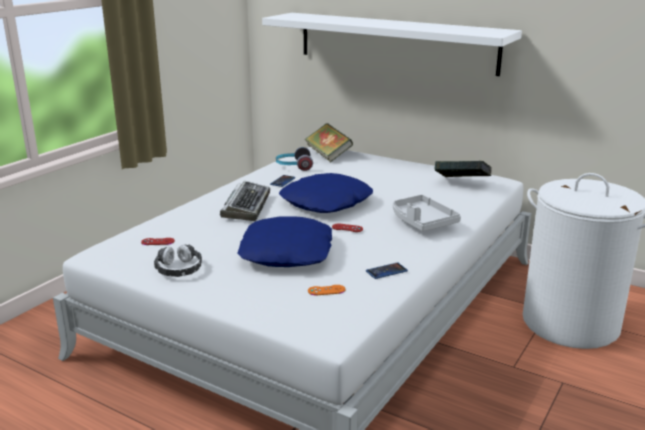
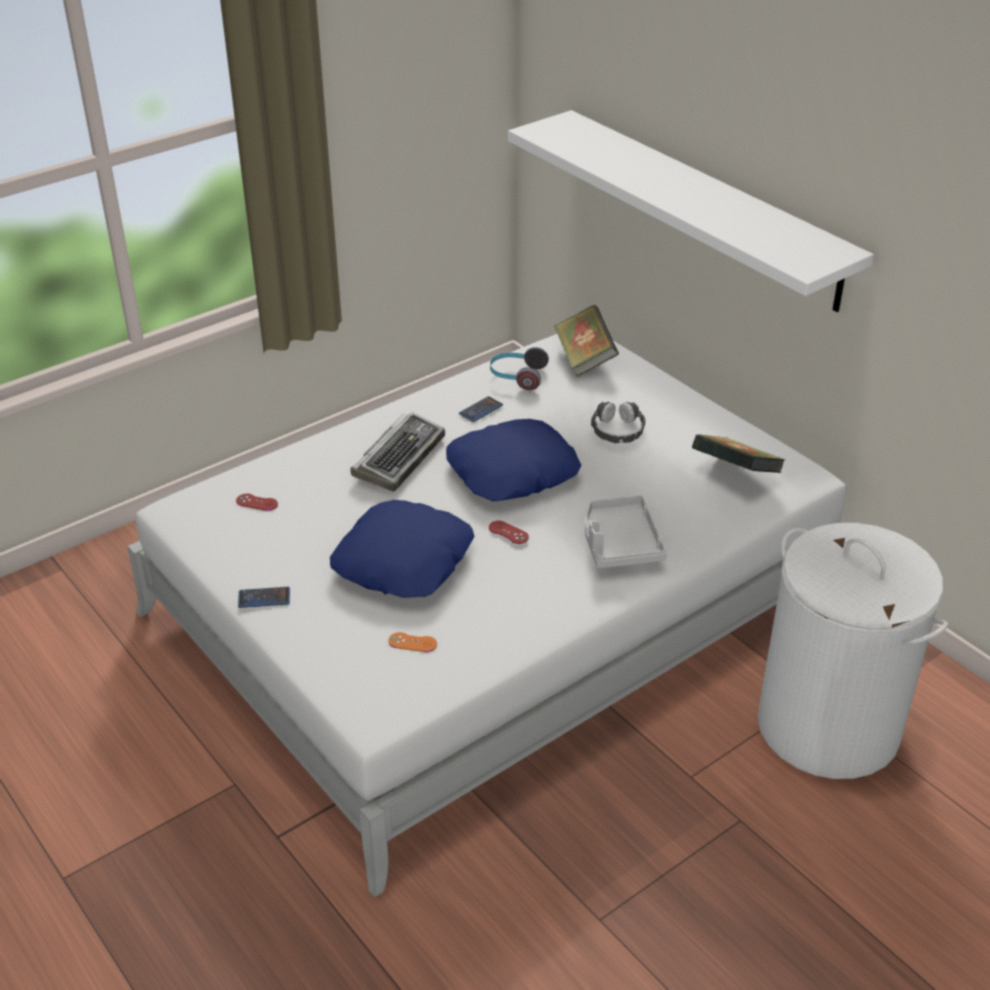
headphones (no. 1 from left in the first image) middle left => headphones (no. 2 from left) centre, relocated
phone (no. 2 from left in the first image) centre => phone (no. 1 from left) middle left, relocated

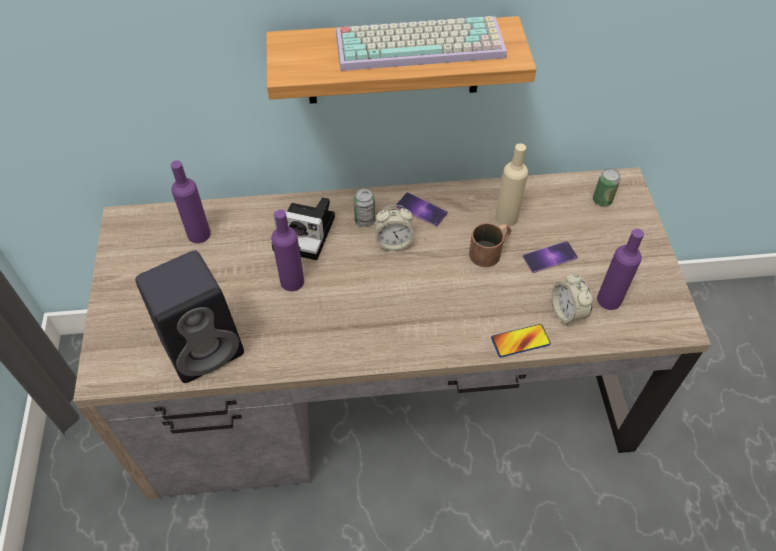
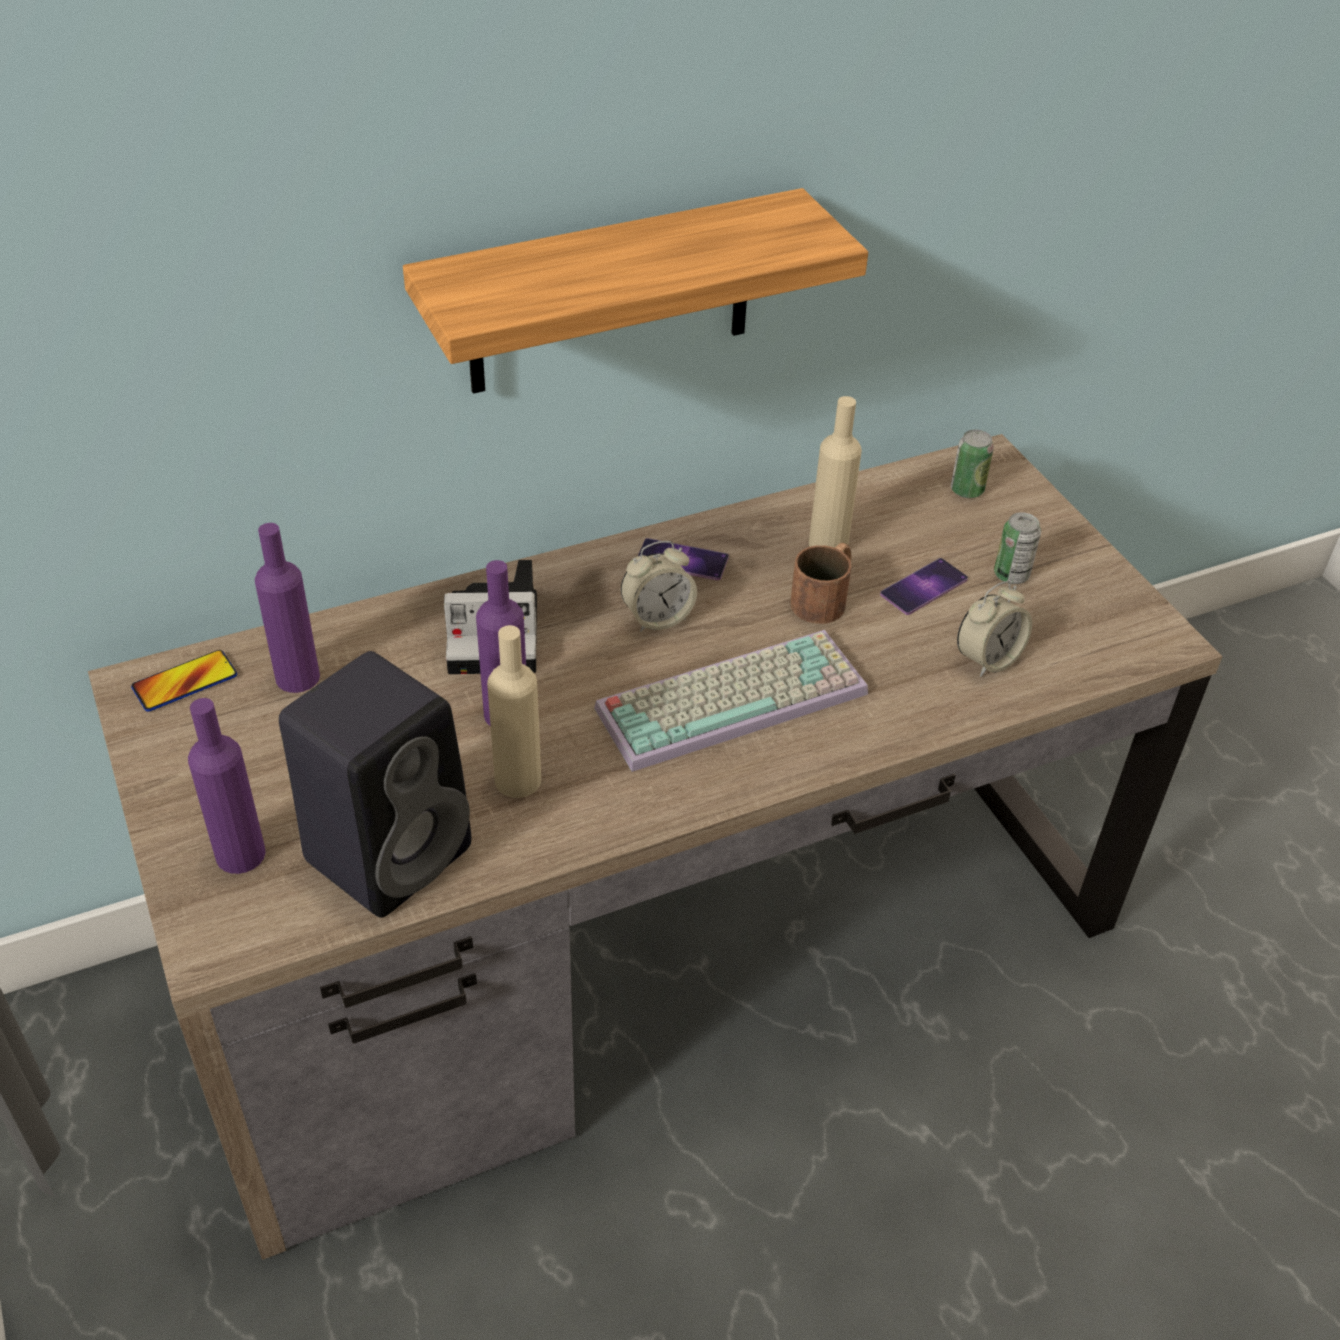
keyboard top centre => keyboard centre, relocated
can (no. 1 from left in the first image) centre => can (no. 2 from left) middle right, relocated
phone (no. 2 from left in the first image) middle right => phone (no. 1 from left) middle left, relocated
alarm clock (no. 2 from left) middle right, 90 degrees counterclockwise
purple bottle (no. 3 from left in the first image) middle right => purple bottle (no. 1 from left) middle left, relocated
nothing => beige bottle (no. 1 from left) centre

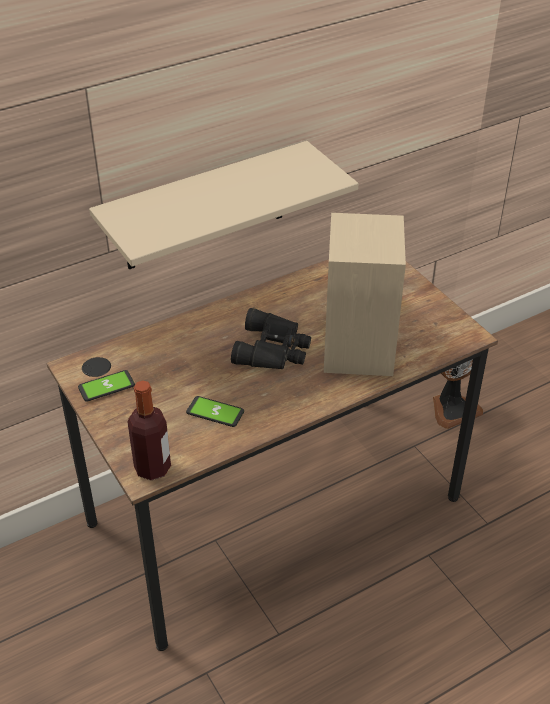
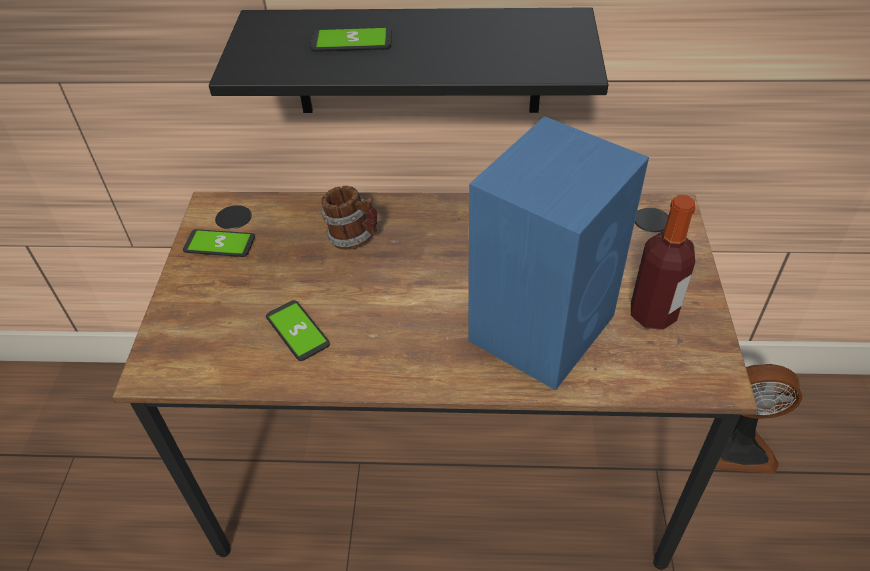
beige shelf top centre => black shelf top centre
bottle middle left => bottle middle right, relocated
black binoculars centre => nothing
beige speaker centre => blue speaker centre
nothing => phone (no. 3 from left) top centre
nothing => mug centre

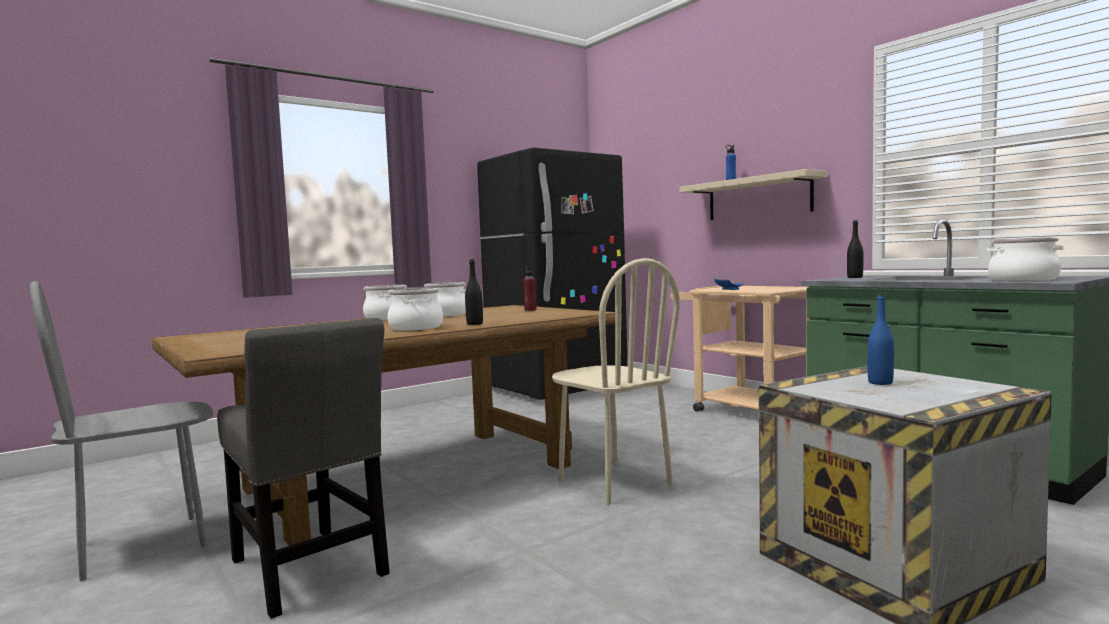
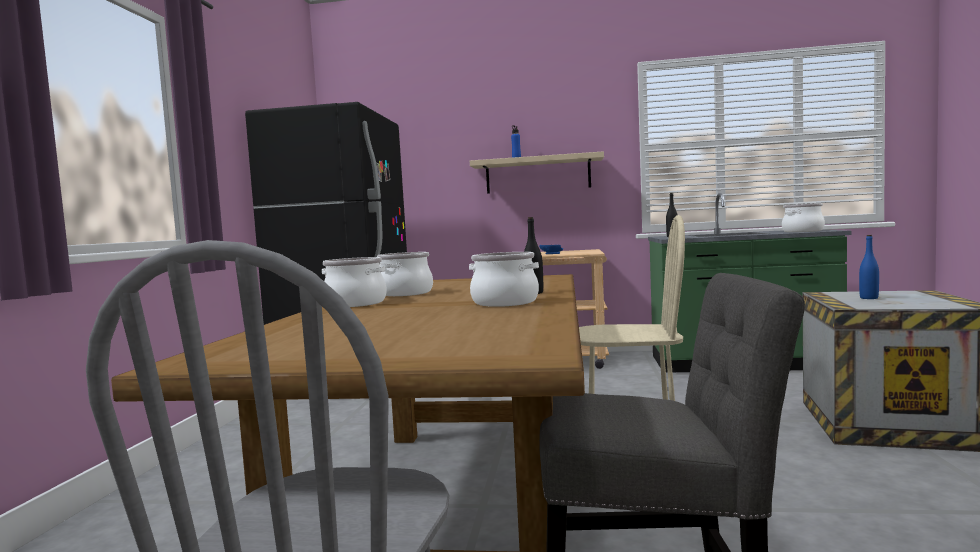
red bottle centre => nothing

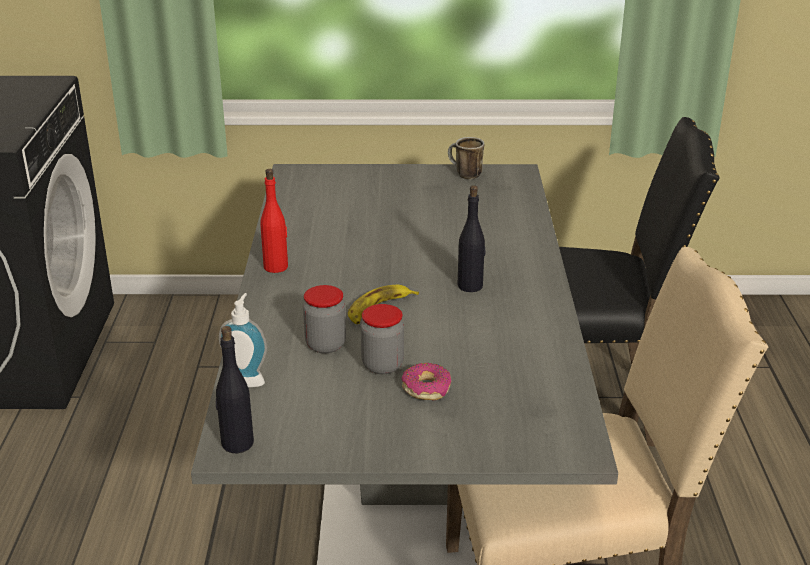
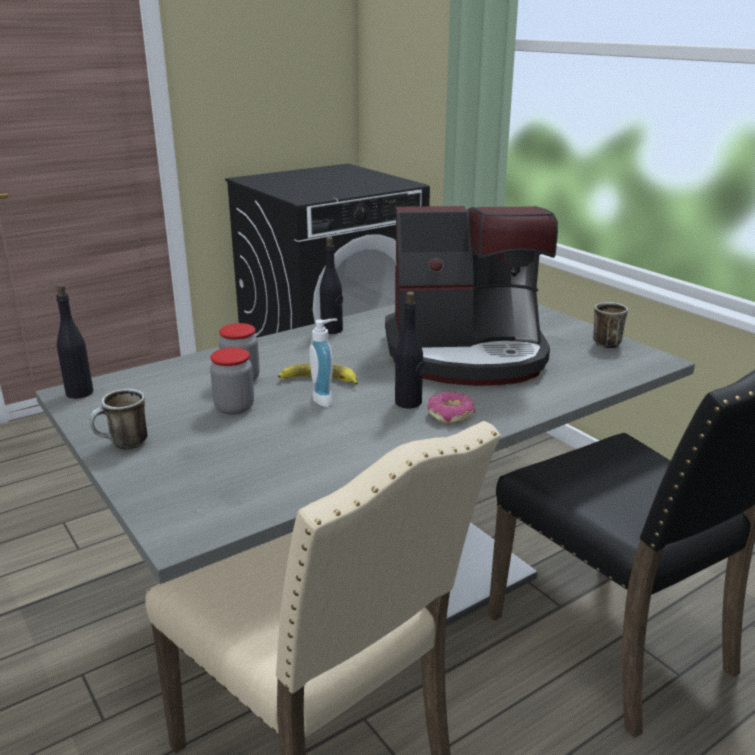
soap dispenser middle left => soap dispenser centre, relocated
red bottle centre => black bottle (no. 2 from left) centre
donut bottom centre => donut centre, relocated
nothing => mug (no. 1 from left) middle left
nothing => coffee machine centre

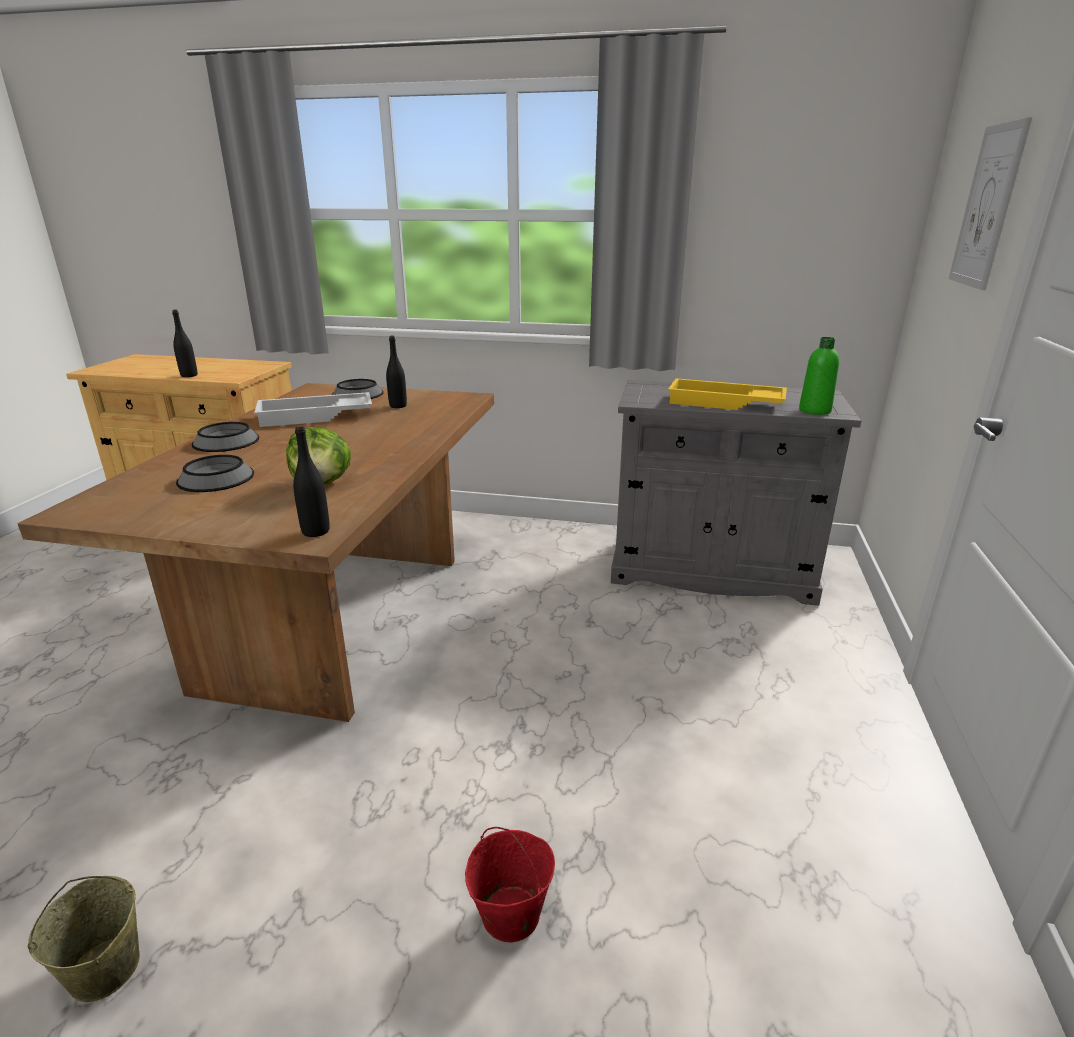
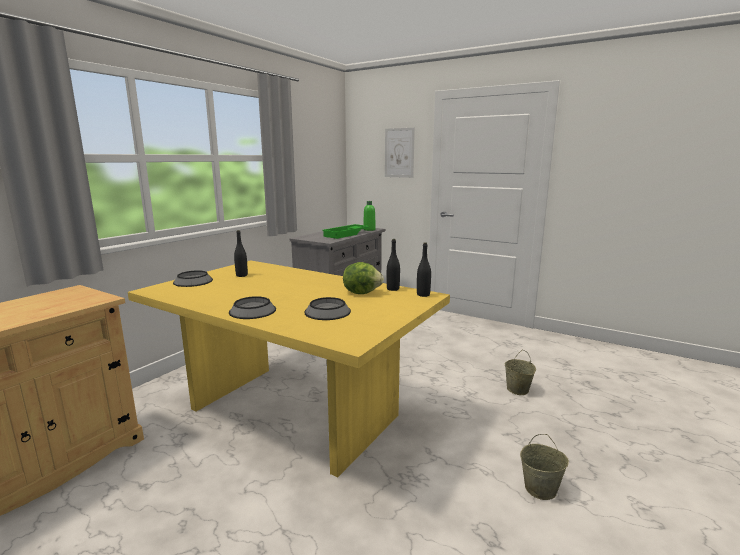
brown dining table middle left => yellow dining table centre
black bottle (no. 1 from left in the first image) top left => black bottle (no. 2 from left) centre, relocated
white tray middle left => nothing
red bucket bottom centre => beige bucket (no. 1 from left) bottom right
yellow tray middle right => green tray centre

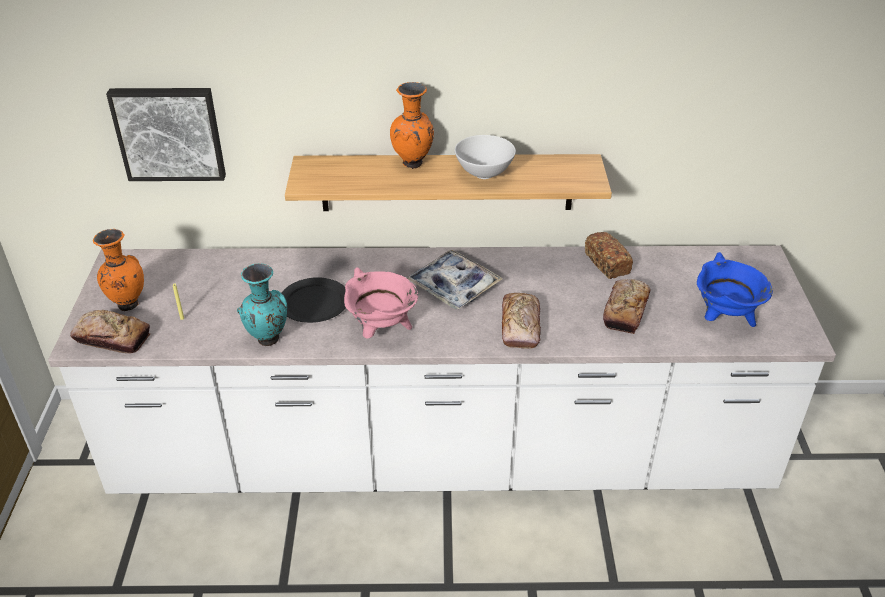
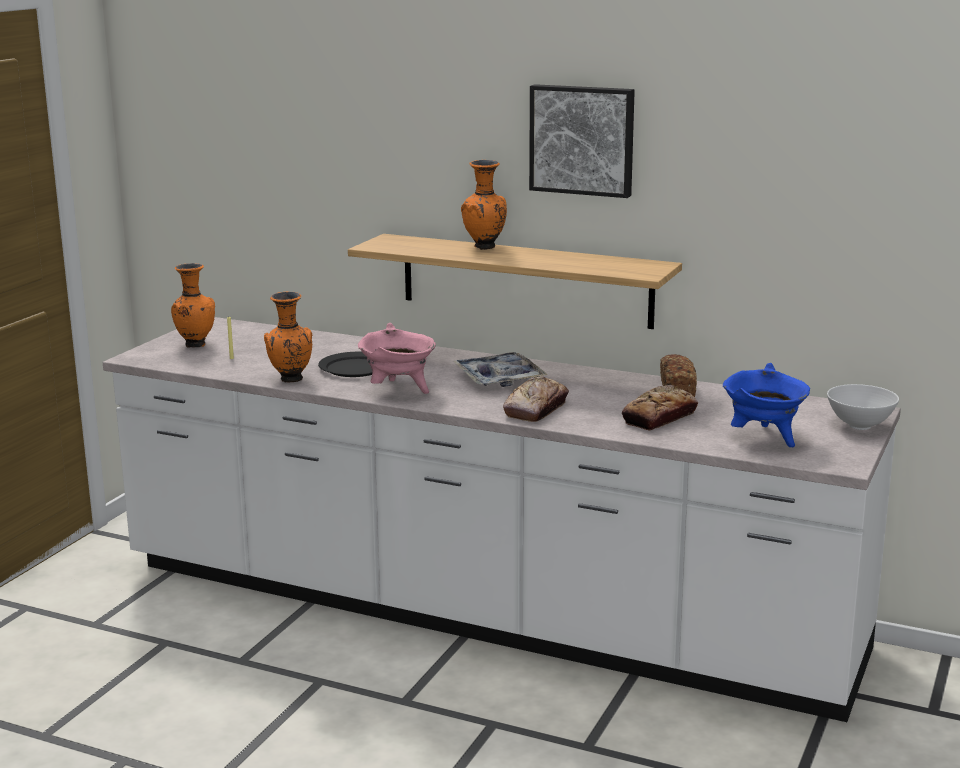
bread (no. 1 from left) middle left => nothing
picture top left => picture top centre, relocated
turquoise vase middle left => orange vase (no. 2 from left) middle left
white bowl top centre => white bowl middle right, relocated

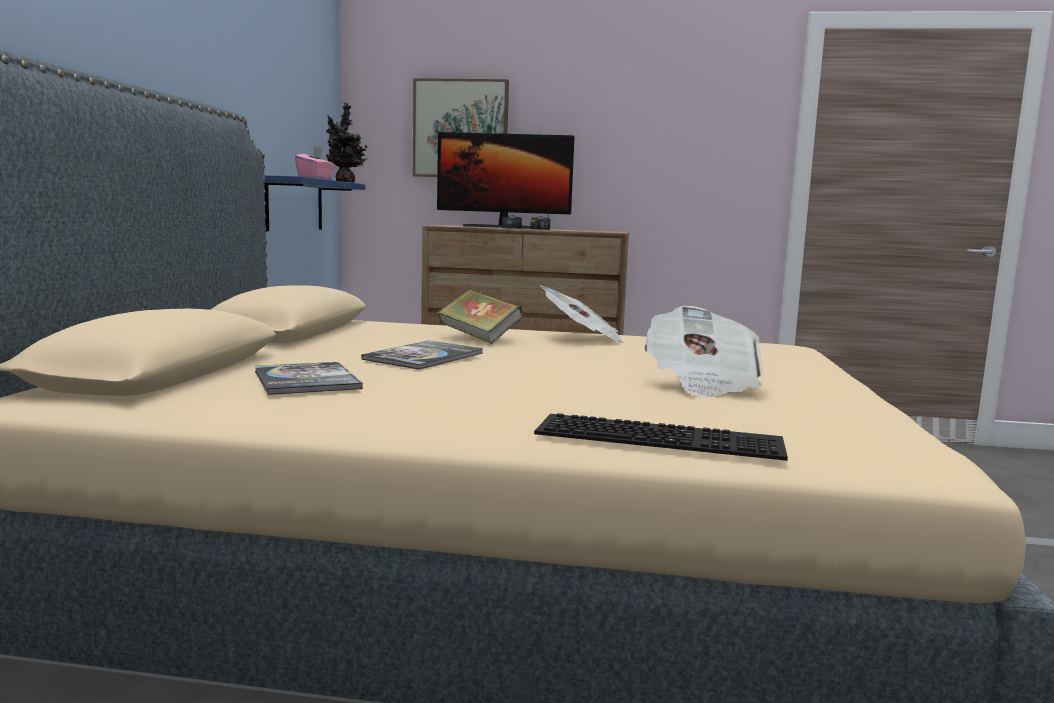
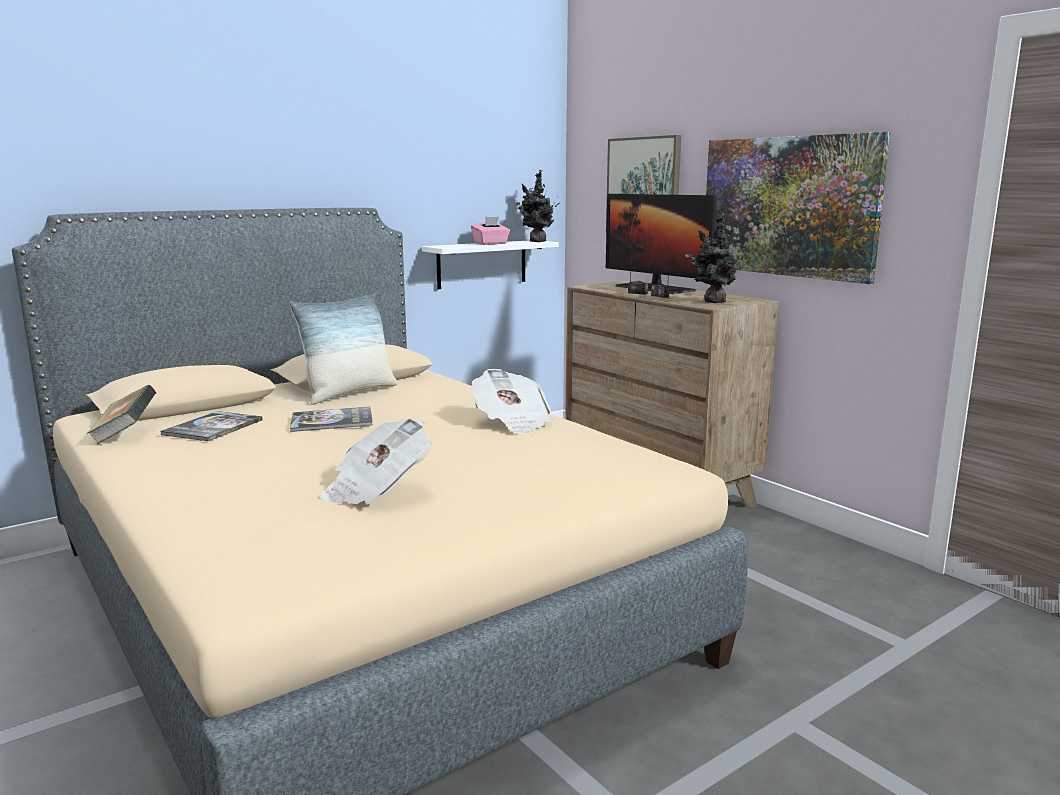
blue shelf top left => white shelf top centre
book (no. 3 from left in the first image) centre => book (no. 1 from left) middle left, relocated
keyboard centre => nothing
nothing => pillow middle left
nothing => potted plant (no. 2 from left) top right
nothing => picture (no. 2 from left) top right

